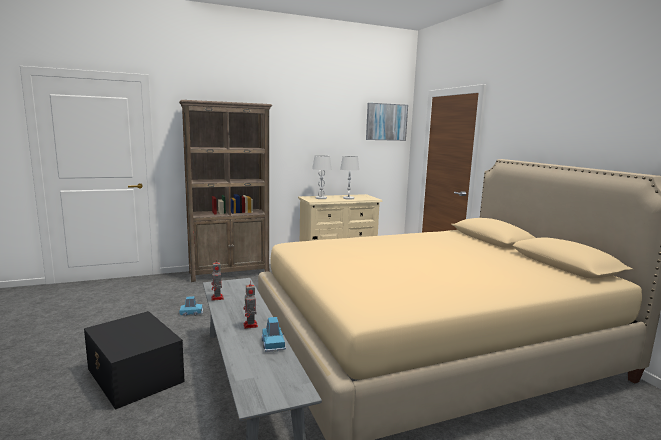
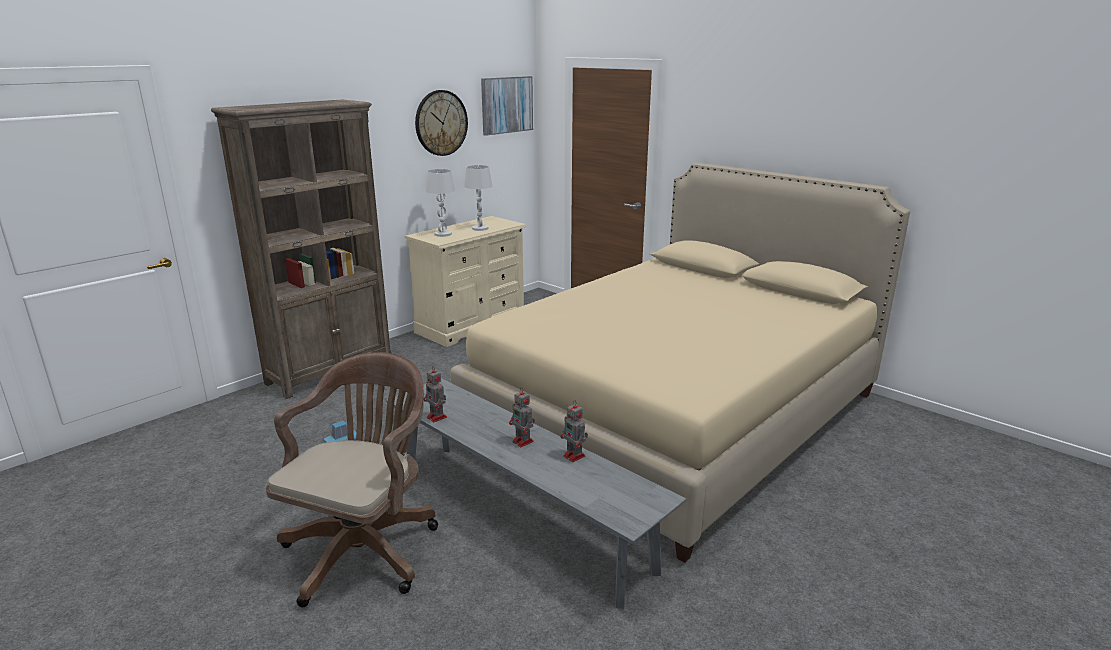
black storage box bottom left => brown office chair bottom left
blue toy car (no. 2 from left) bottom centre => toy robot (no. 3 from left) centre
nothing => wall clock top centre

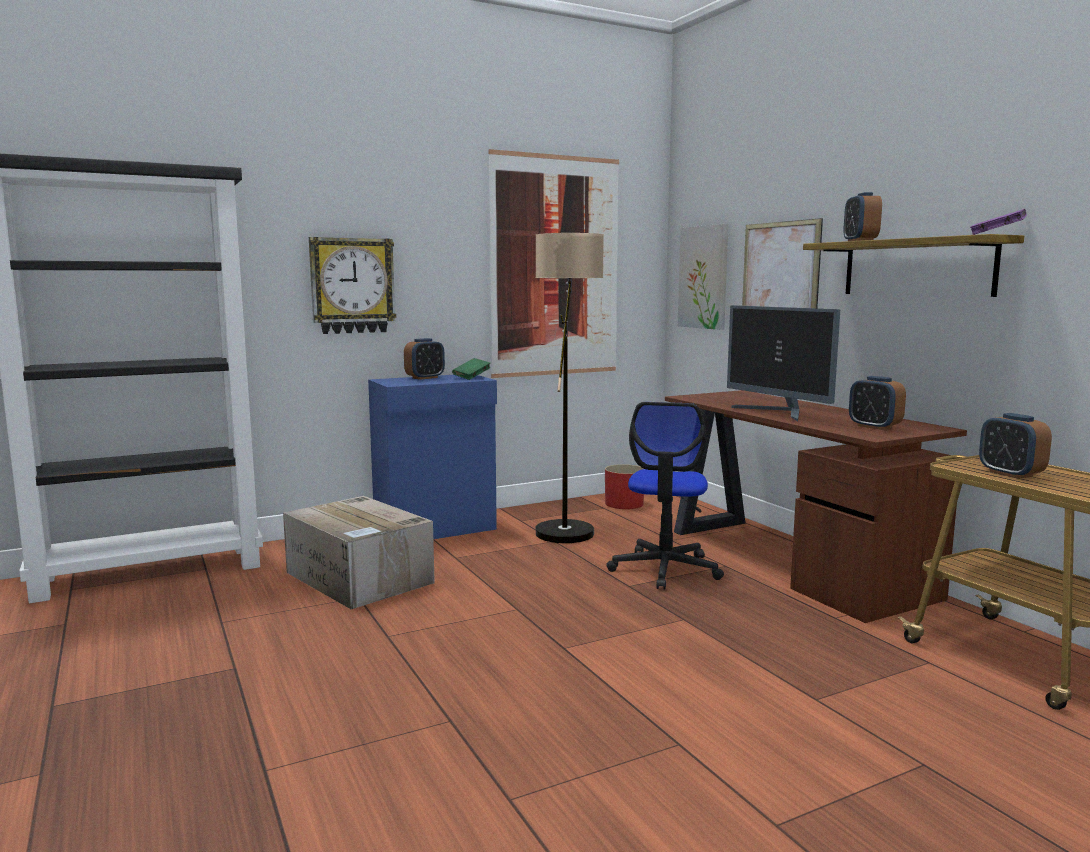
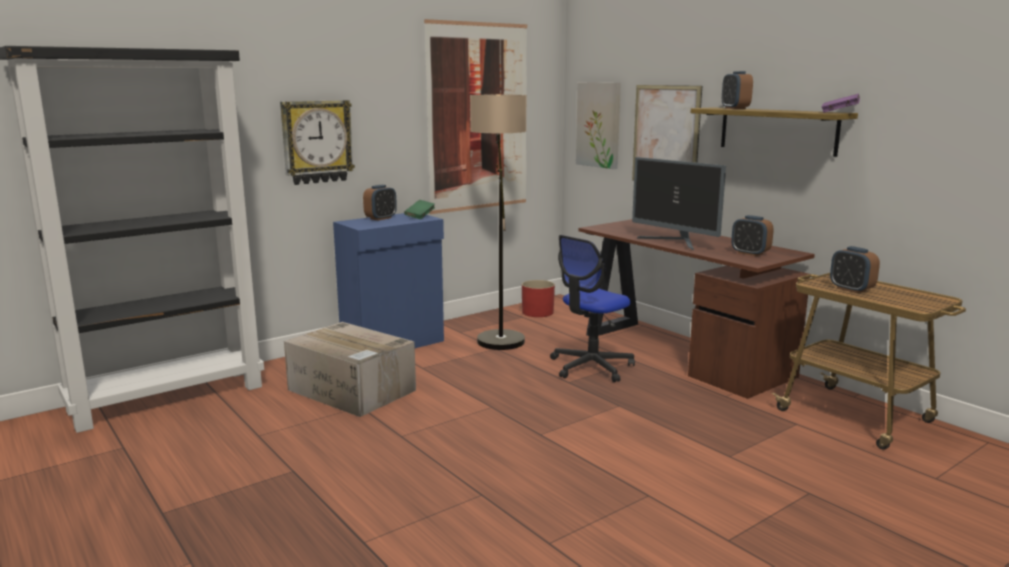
office chair centre, 45 degrees clockwise

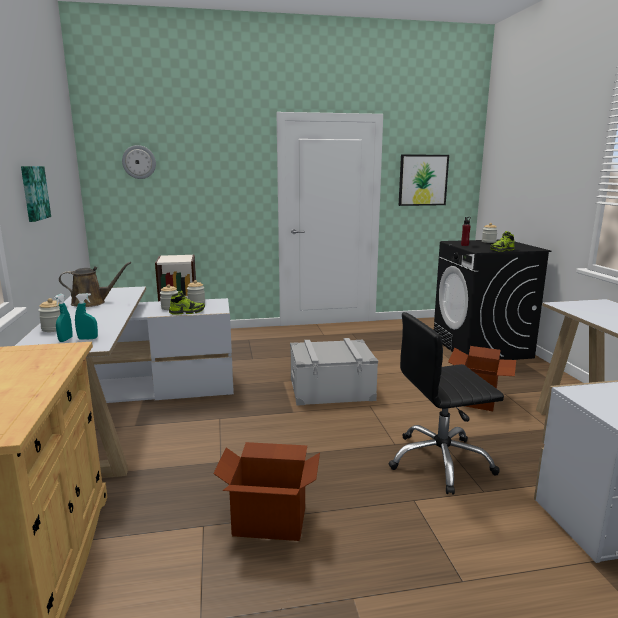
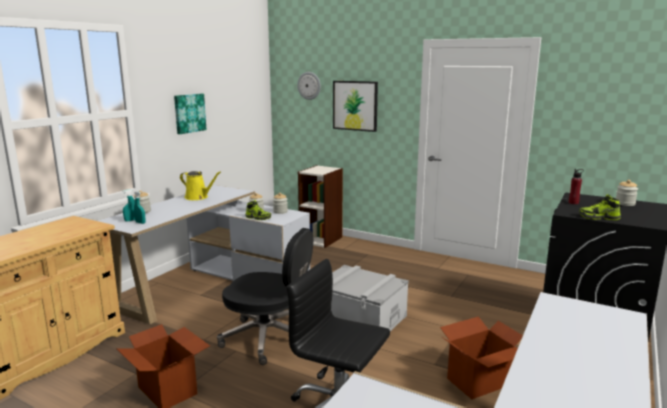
brown watering can middle left => yellow watering can middle left
picture (no. 2 from left) top right => picture (no. 2 from left) top centre, relocated
nothing => black office chair (no. 1 from left) bottom centre

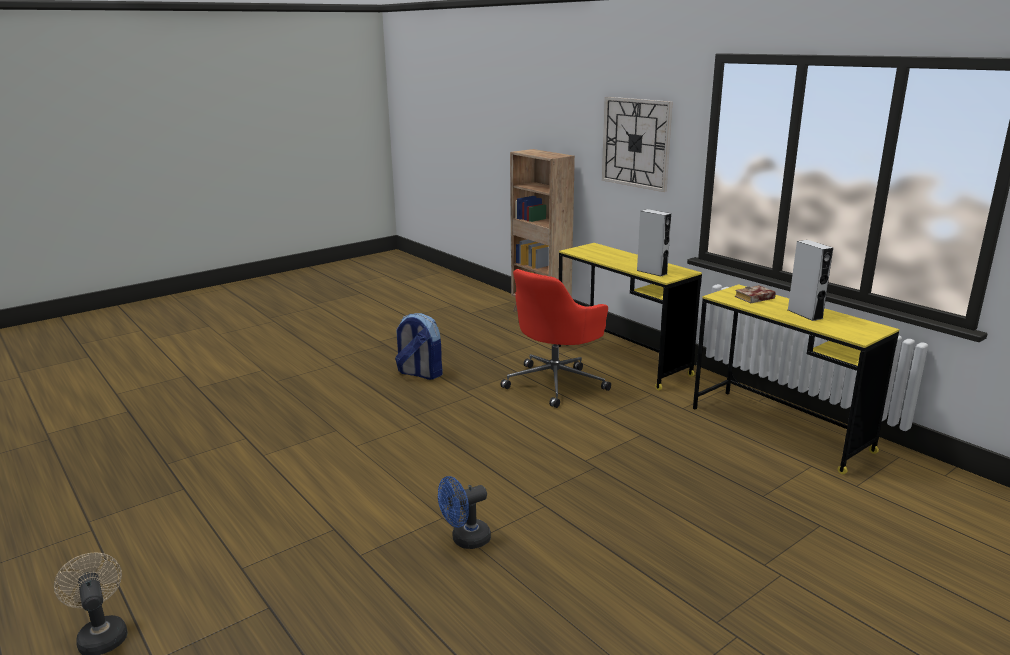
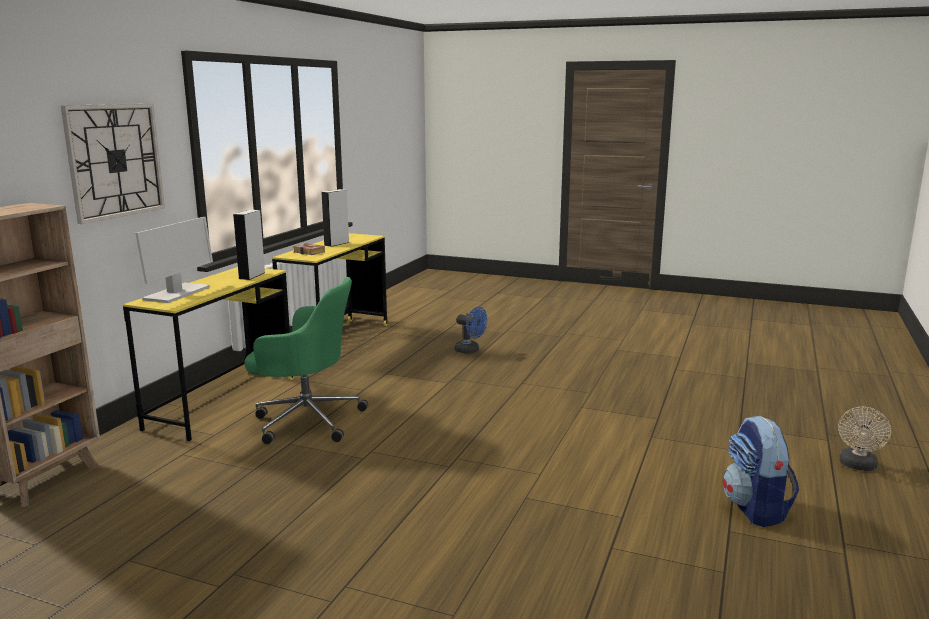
backpack centre => backpack bottom right, relocated
blue fan bottom centre => blue fan centre, relocated
red office chair centre => green office chair middle left
nothing => monitor middle left

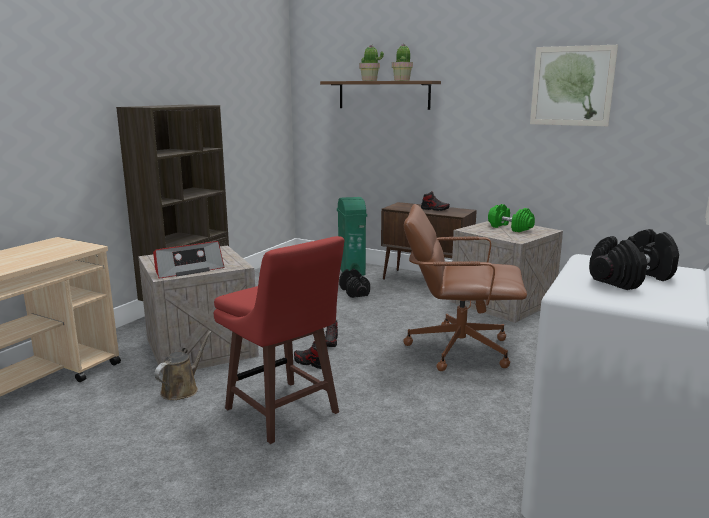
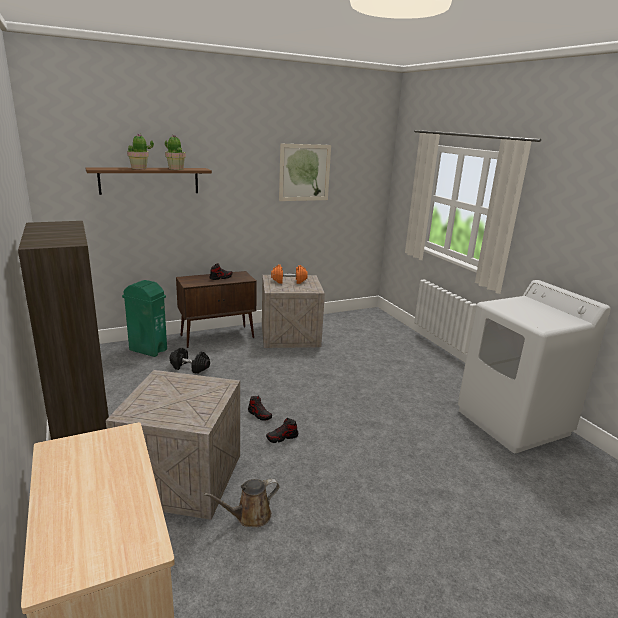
radio middle left => nothing
brown watering can bottom left => brown watering can bottom centre, 90 degrees counterclockwise
red stool centre => nothing
brown office chair centre => nothing
green dumbbell middle right => orange dumbbell centre
black dumbbell (no. 2 from left) middle right => nothing

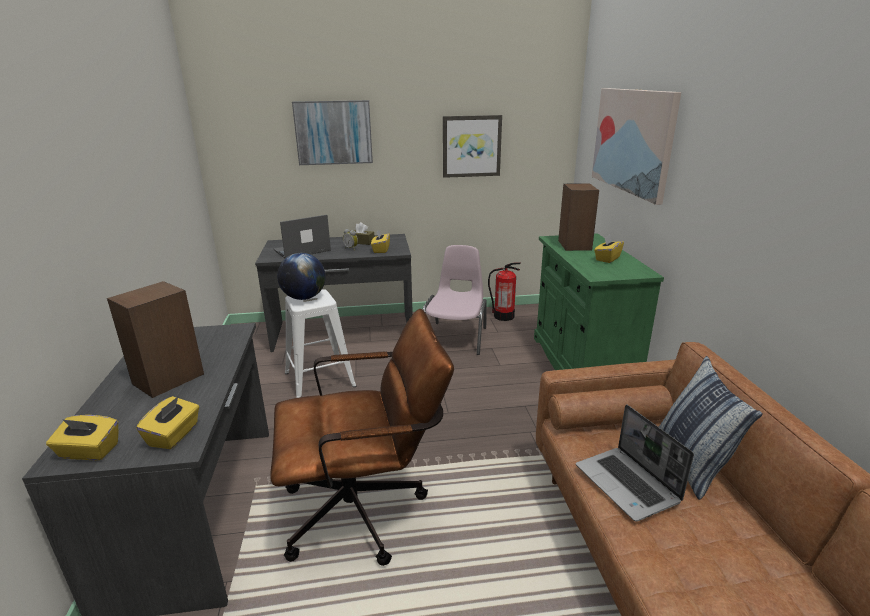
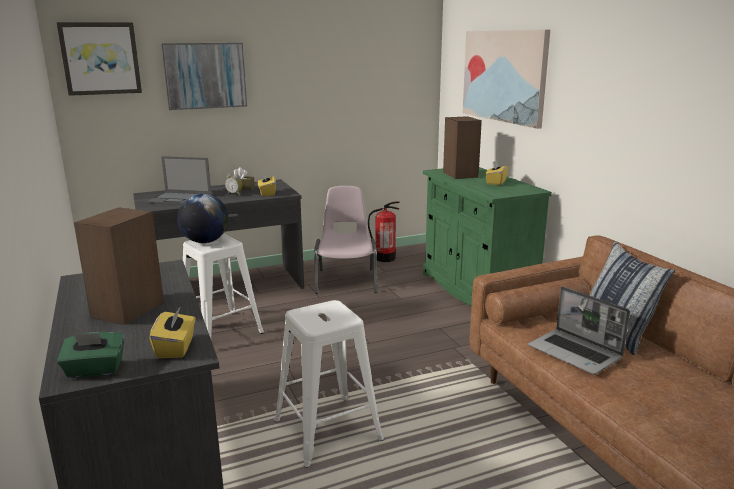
yellow tissue box (no. 1 from left) bottom left => green tissue box bottom left
brown office chair bottom centre => white stool (no. 2 from left) bottom centre
laptop (no. 1 from left) centre => laptop (no. 1 from left) middle left, 120 degrees counterclockwise
picture (no. 2 from left in the first image) top centre => picture (no. 1 from left) top left, relocated

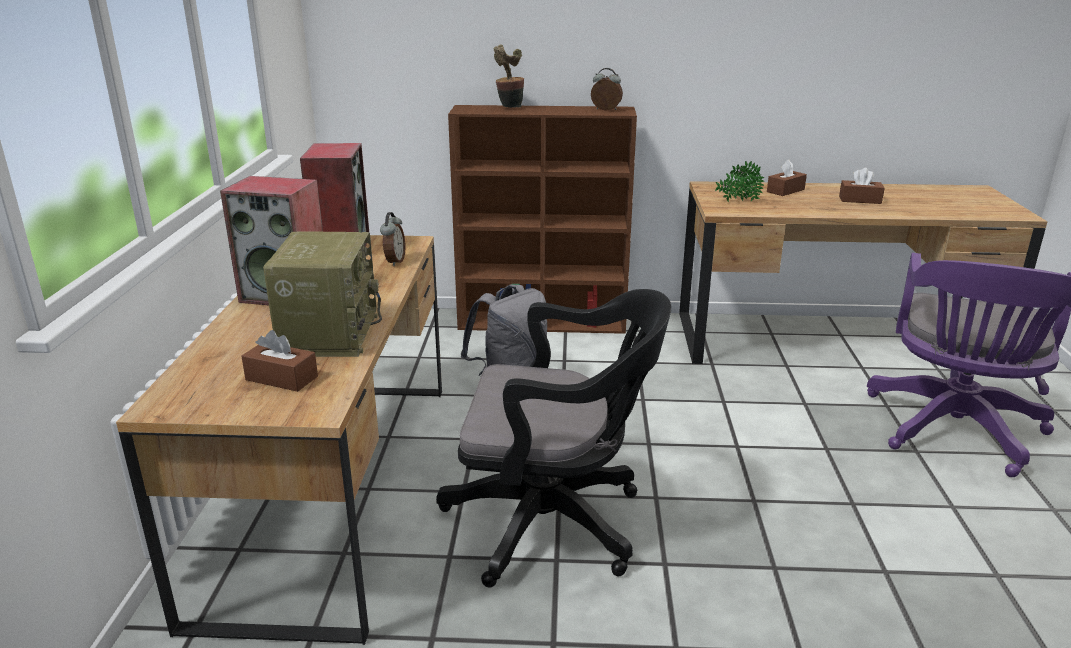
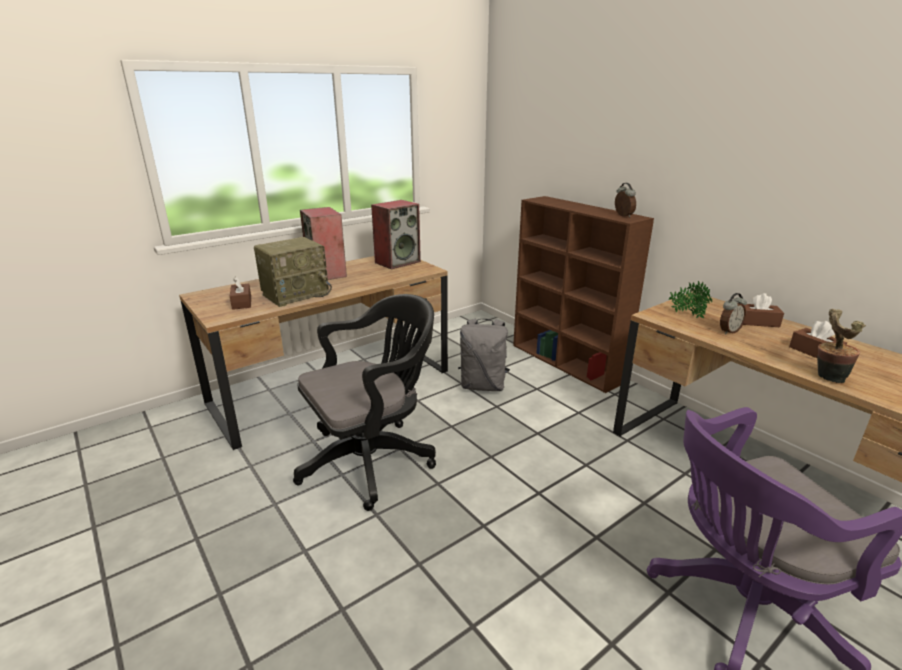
alarm clock (no. 1 from left in the first image) centre => alarm clock (no. 2 from left) middle right, relocated
black office chair bottom centre => black office chair centre, 90 degrees counterclockwise
potted plant (no. 1 from left in the first image) top centre => potted plant (no. 2 from left) middle right, relocated

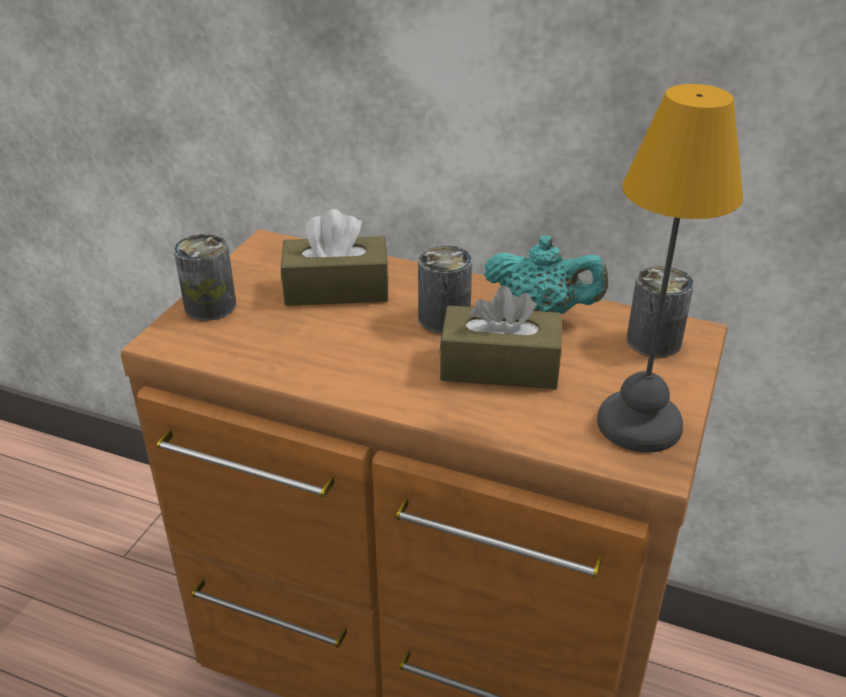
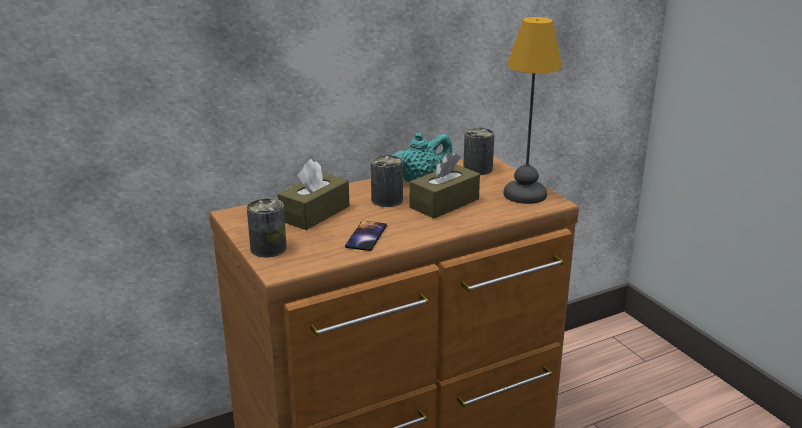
nothing => phone centre

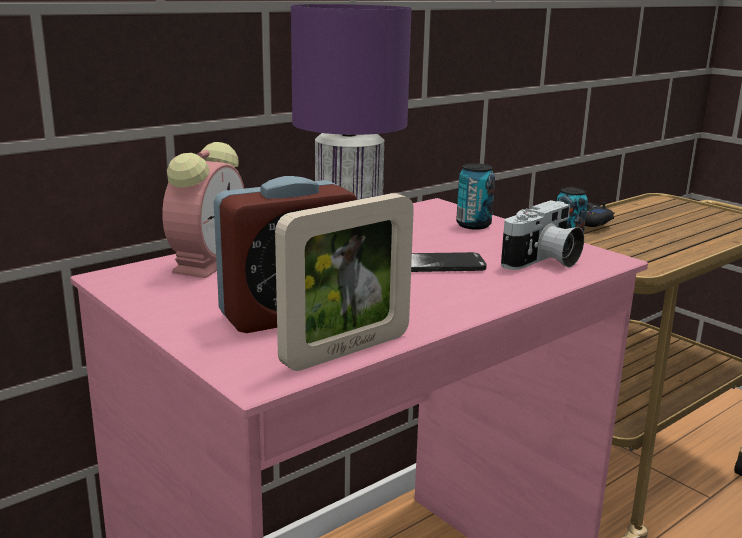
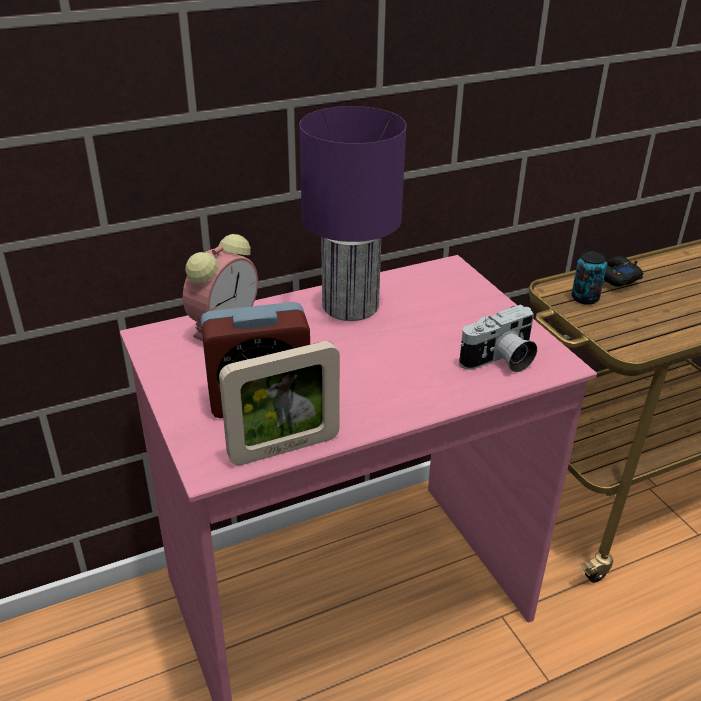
phone centre => nothing
can (no. 1 from left) centre => nothing

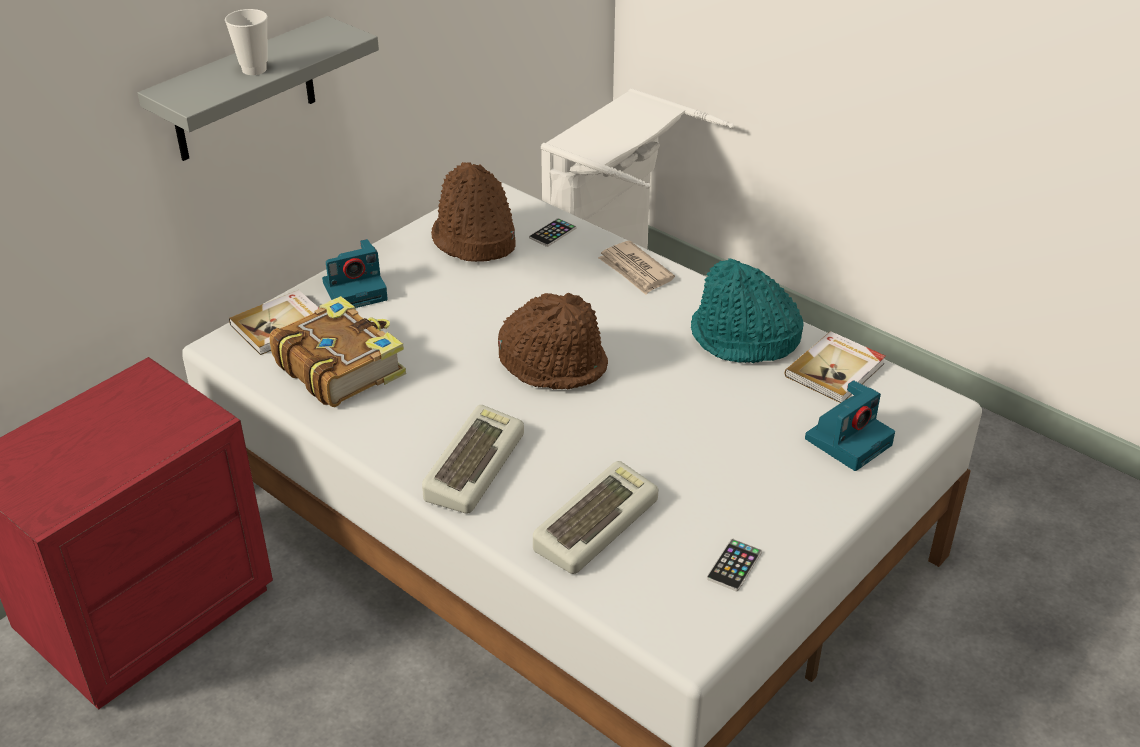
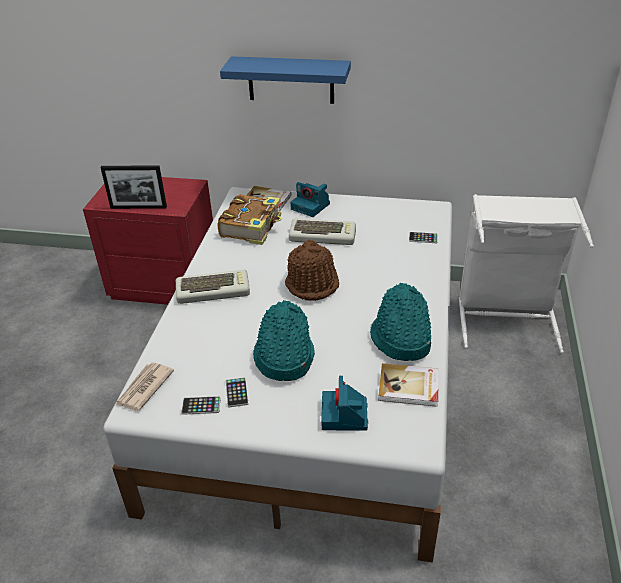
grey shelf top left => blue shelf top centre
cup top left => nothing
brown hat (no. 1 from left) top centre => nothing
keyboard (no. 2 from left) bottom centre => keyboard (no. 2 from left) centre, relocated
newspaper centre => newspaper middle left, relocated
photo camera (no. 2 from left) middle right => photo camera (no. 2 from left) bottom centre, 75 degrees clockwise
nothing => picture frame top left
nothing => phone (no. 2 from left) bottom centre
nothing => turquoise hat (no. 1 from left) centre

